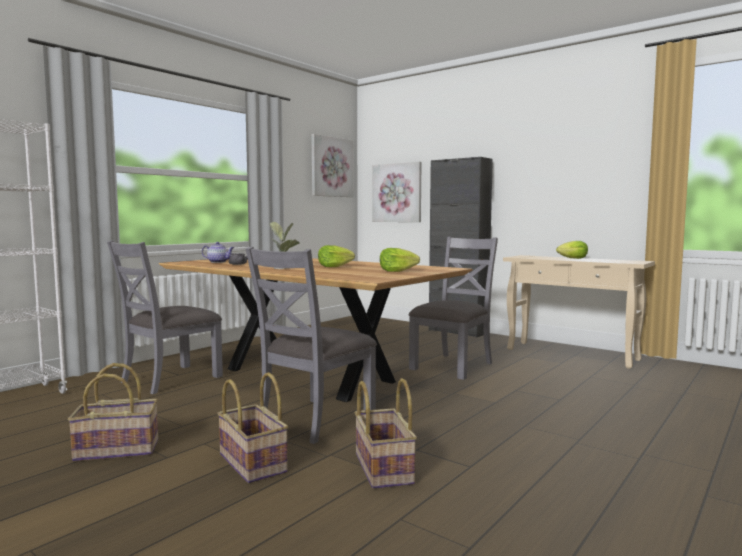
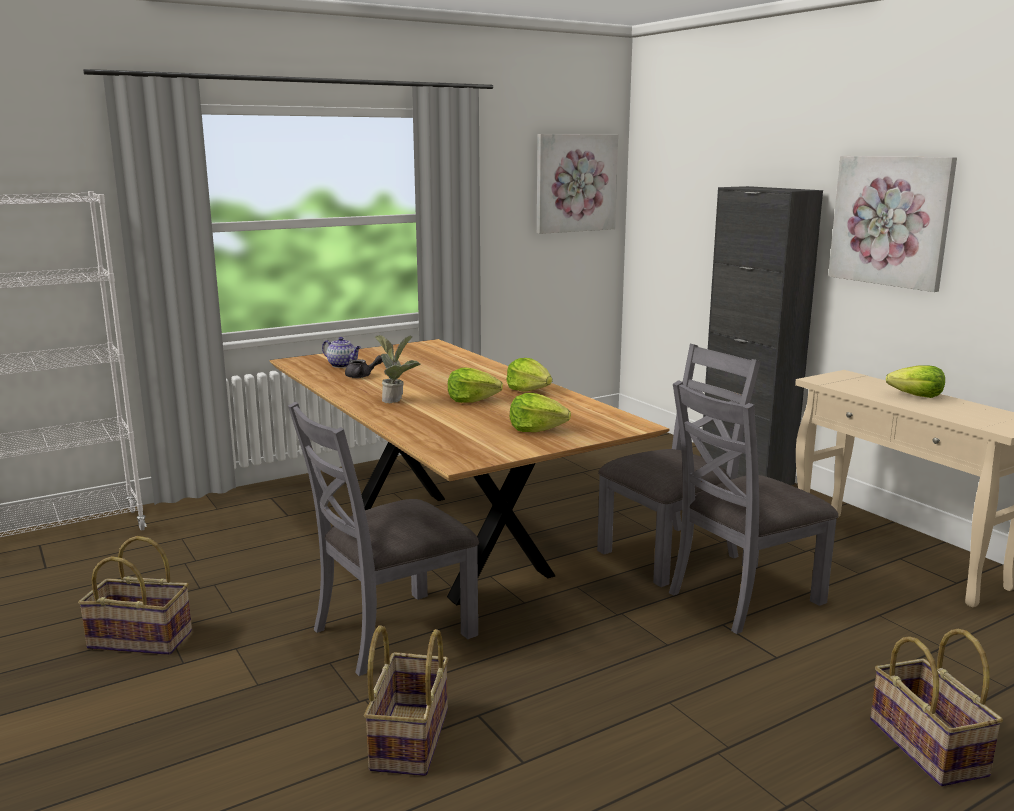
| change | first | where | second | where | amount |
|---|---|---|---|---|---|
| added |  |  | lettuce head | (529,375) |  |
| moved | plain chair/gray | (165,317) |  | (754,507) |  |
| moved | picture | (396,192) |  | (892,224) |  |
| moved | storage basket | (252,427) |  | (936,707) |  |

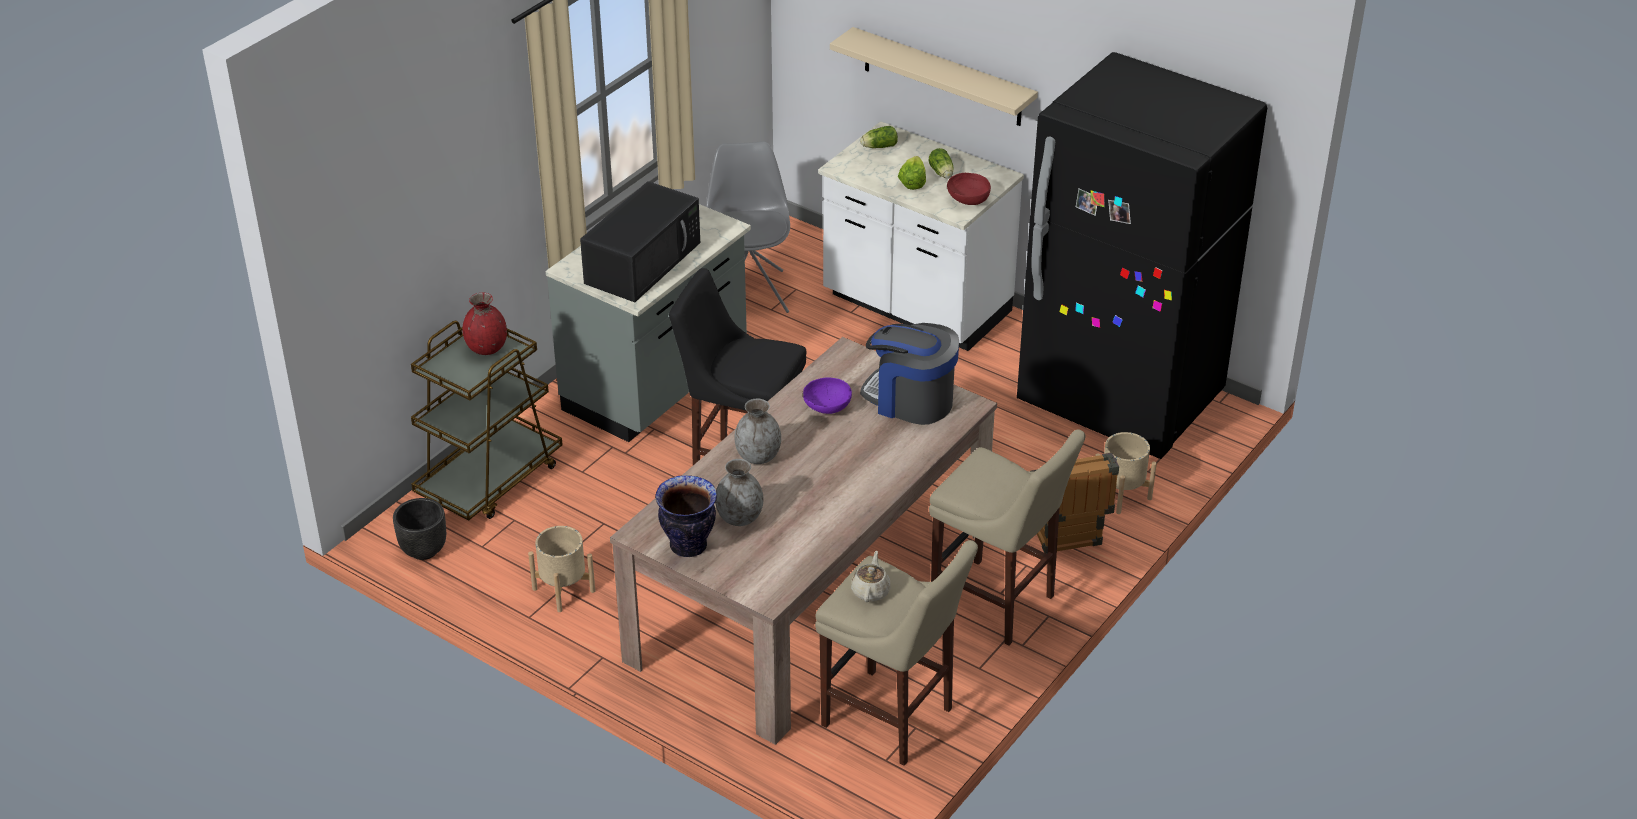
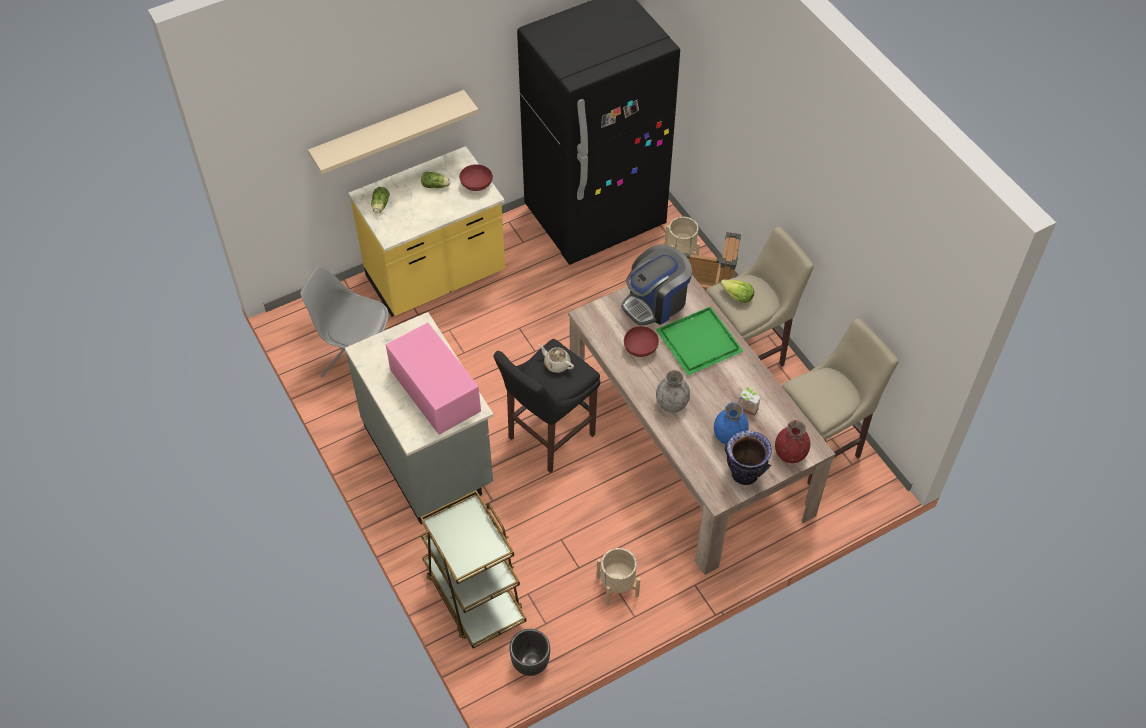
| change | first | where | second | where | amount |
|---|---|---|---|---|---|
| recoloured | kitchen counter/white | (921,236) | kitchen counter/yellowish | (426,231) |  |
| recoloured | microwave/black-coloured | (640,241) | microwave/pinkish | (433,379) |  |
| moved | teapot/beige | (871,576) |  | (556,358) |  |
| recoloured | serving bowl/purple | (827,396) | serving bowl/reddish | (641,341) |  |
| added |  |  | serving tray/greenish | (699,341) |  |
| recoloured | decorative vase/gray | (739,492) | decorative vase/blue | (731,423) |  |
| moved | lettuce head | (912,173) |  | (737,291) |  |
| added |  |  | potted plant | (750,401) |  |
| moved | decorative vase/reddish | (485,323) |  | (792,441) |  |

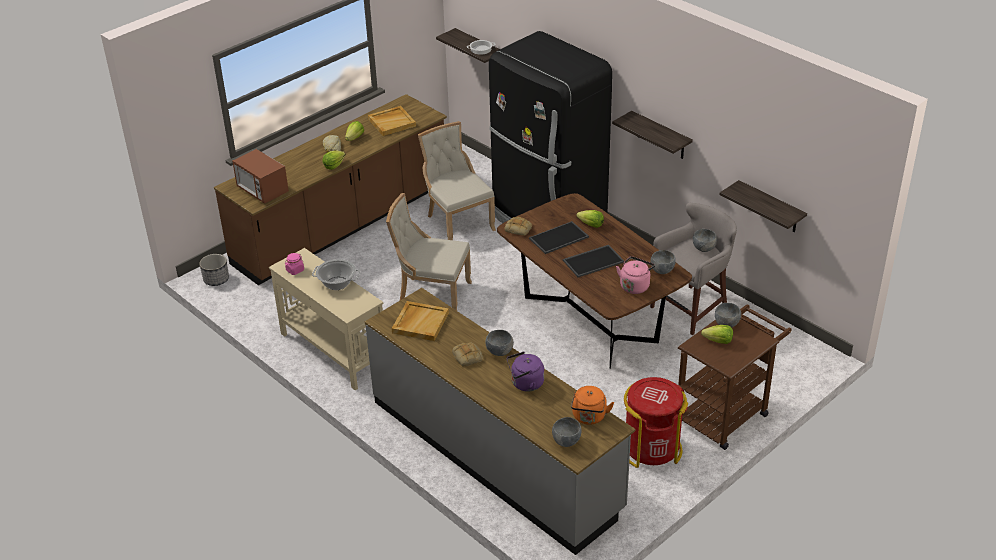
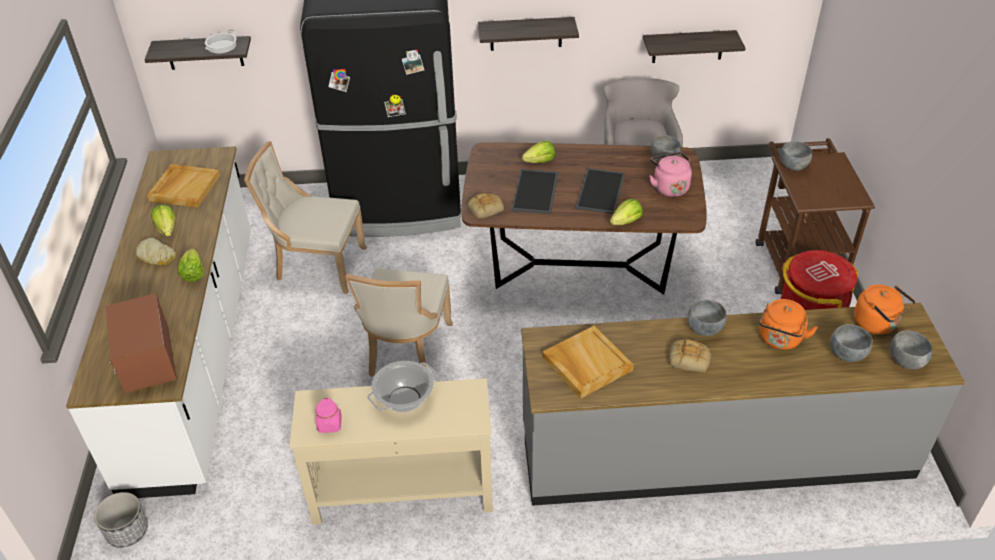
| change | first | where | second | where | amount |
|---|---|---|---|---|---|
| recoloured | kitchen counter/brown-coloured | (330,189) | kitchen counter/white | (158,322) |  |
| turned | microwave | (260,176) |  | (141,343) | 75 degrees clockwise |
| turned | plain chair/beige | (429,252) |  | (399,322) | 45 degrees counterclockwise |
| moved | lettuce head | (717,334) |  | (626,212) |  |
| recoloured | water kettle/purple | (525,372) | water kettle/orangey | (788,324) |  |
| moved | serving bowl/gray | (705,240) |  | (851,343) |  |

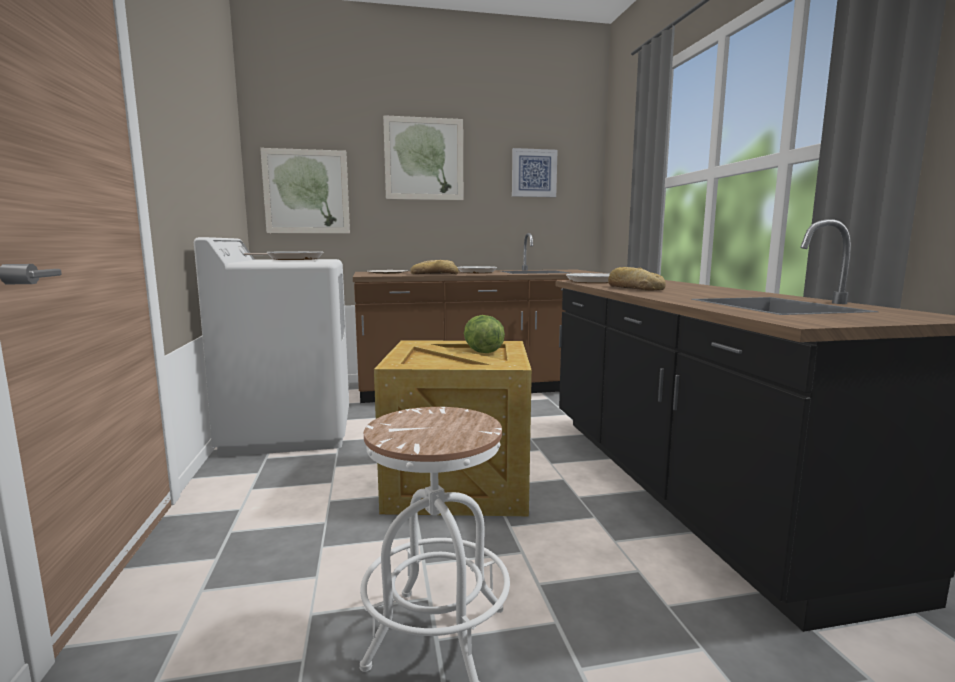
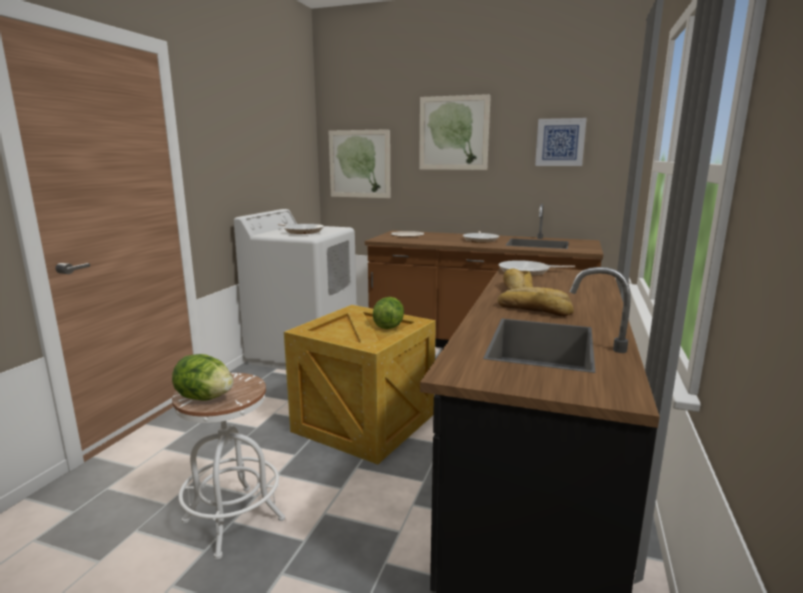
| change | first | where | second | where | amount |
|---|---|---|---|---|---|
| added |  |  | lettuce head | (202,377) |  |
| moved | bakery bread | (434,267) |  | (536,302) |  |

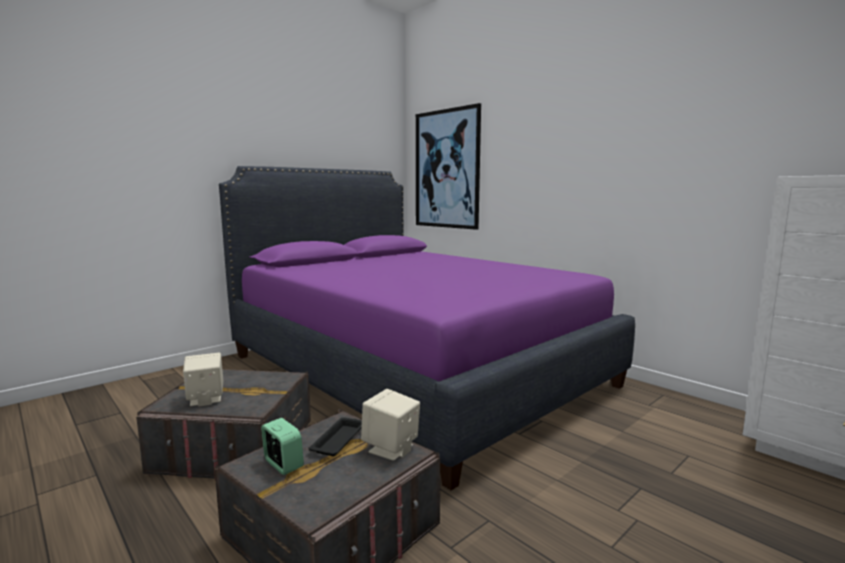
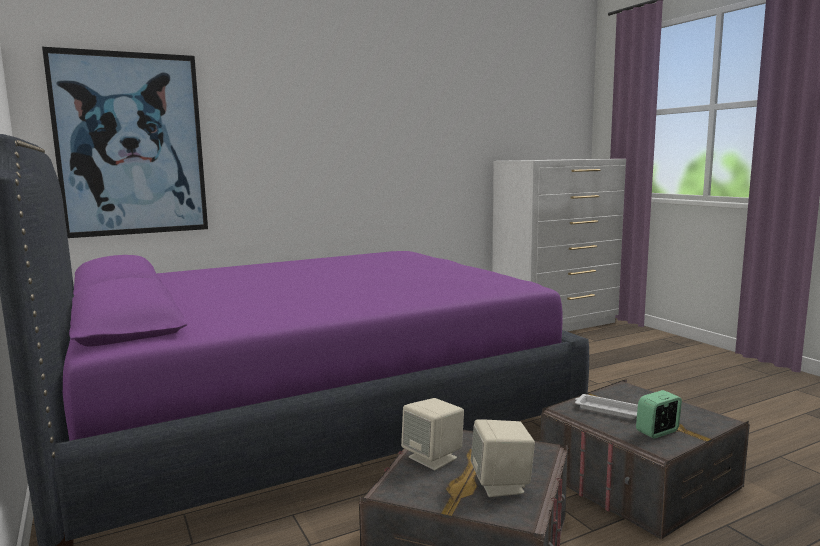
| change | first | where | second | where | amount |
|---|---|---|---|---|---|
| moved | speaker/beige | (390,425) |  | (432,434) |  |
| recoloured | serving tray/black-coloured | (335,436) | serving tray/white | (606,406) |  |

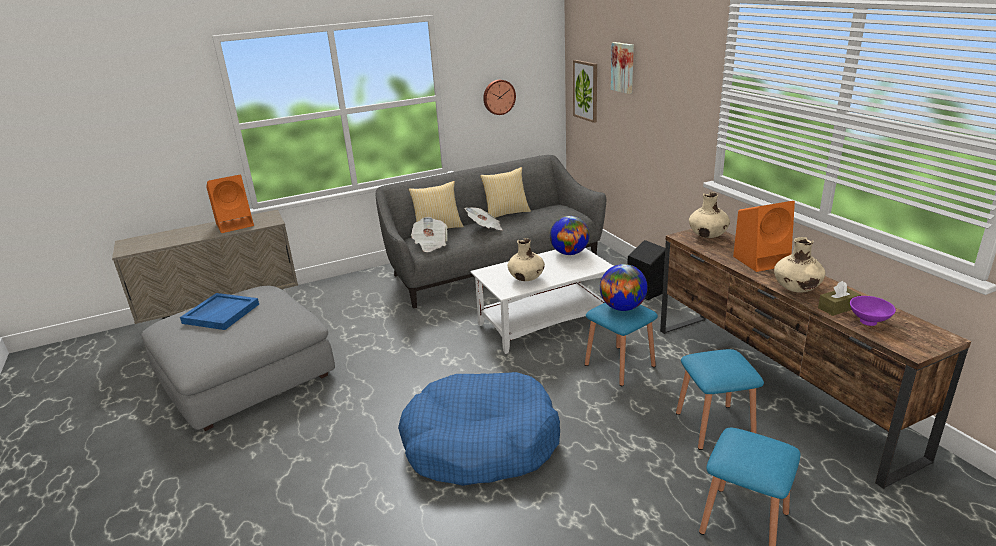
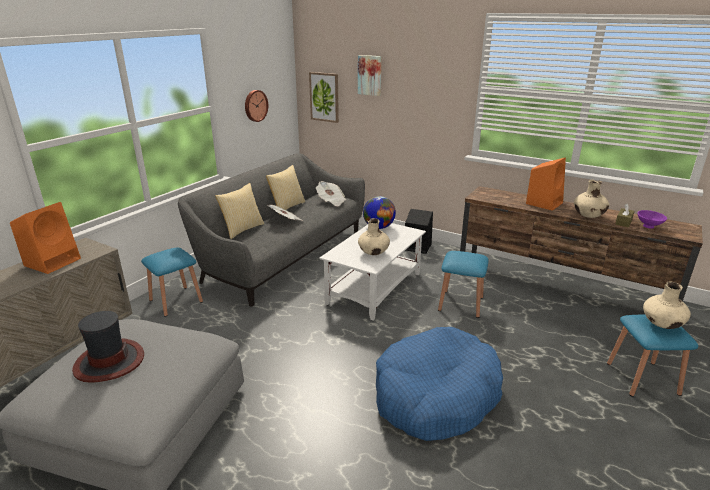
| change | first | where | second | where | amount |
|---|---|---|---|---|---|
| replaced | serving tray/blue | (219,311) | wearable hat | (108,347) |  |
| moved | stool/blue | (720,399) |  | (172,282) |  |
| moved | newspaper | (429,234) |  | (331,193) |  |
| moved | decorative vase/beige | (709,215) |  | (667,305) |  |
| removed | world globe | (624,287) |  |  |  |

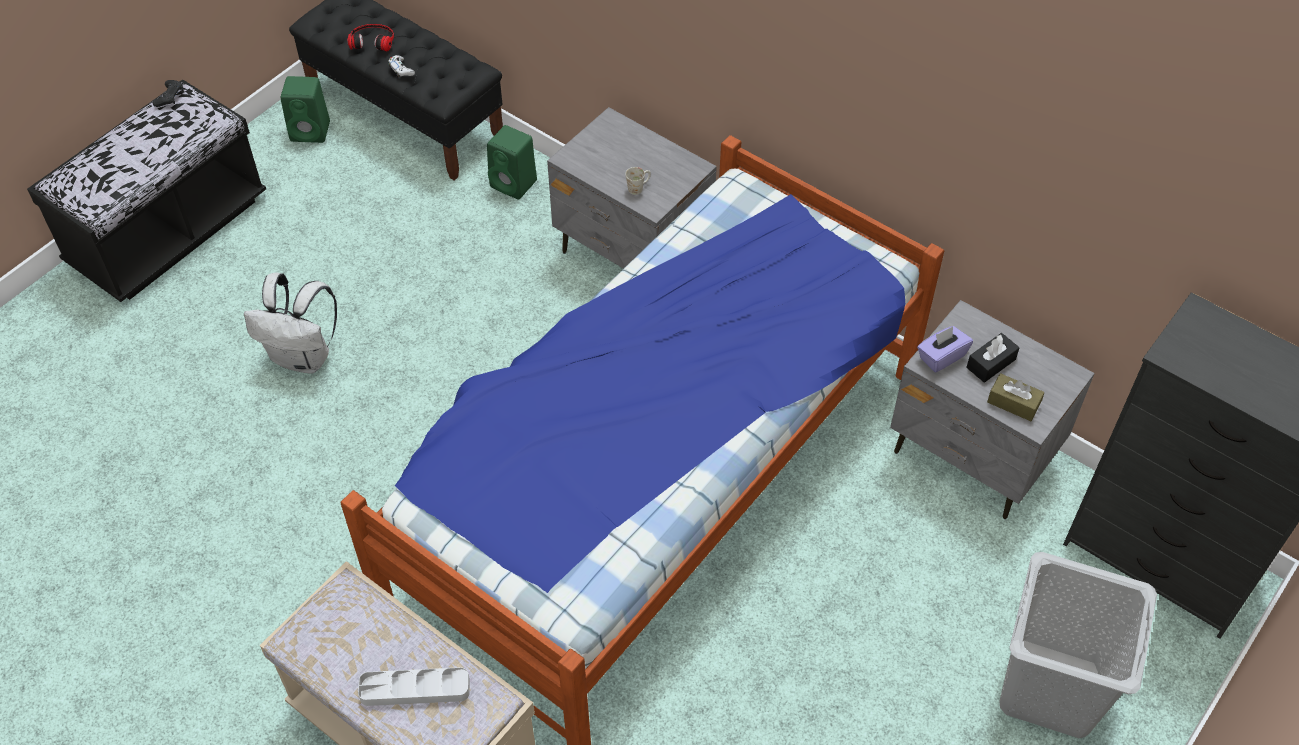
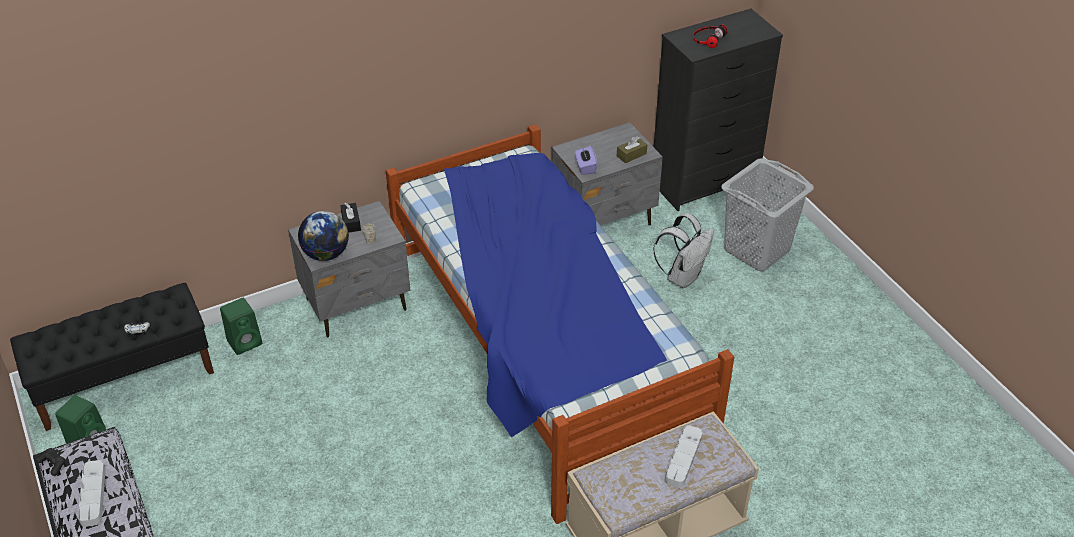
| change | first | where | second | where | amount |
|---|---|---|---|---|---|
| added |  |  | serving tray/gray | (92,493) |  |
| added |  |  | world globe | (323,236) |  |
| moved | tissue holder/black-coloured | (993,358) |  | (350,218) |  |
| moved | rucksack/white | (290,323) |  | (683,250) |  |
| moved | headphones | (370,38) |  | (710,36) |  |

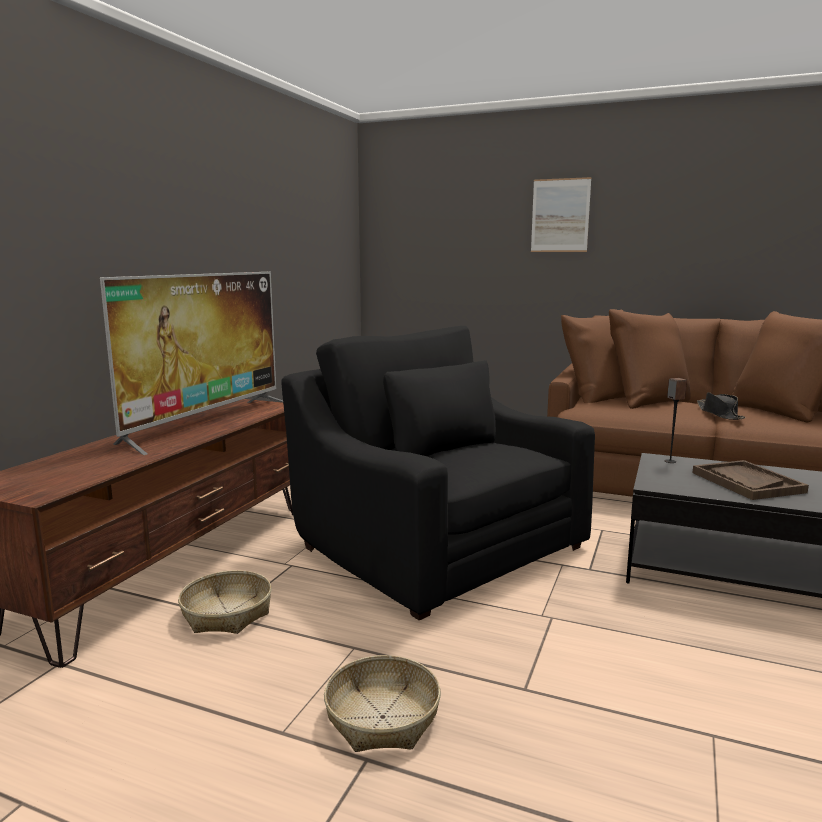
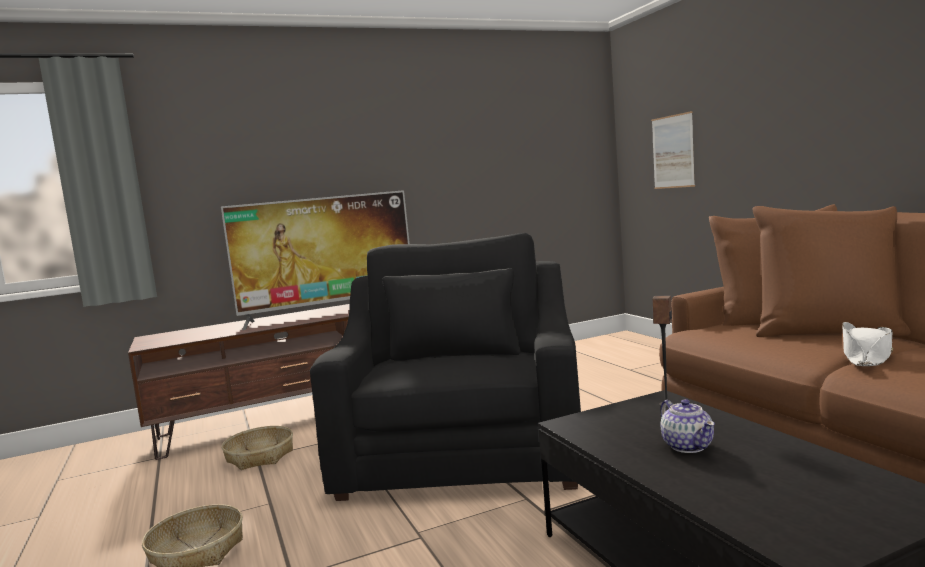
| change | first | where | second | where | amount |
|---|---|---|---|---|---|
| moved | picture | (561,214) |  | (673,150) |  |
| replaced | serving tray/brown-coloured | (750,480) | teapot | (687,426) |  |
| recoloured | wearable hat/black-coloured | (721,406) | wearable hat/white | (867,344) |  |

